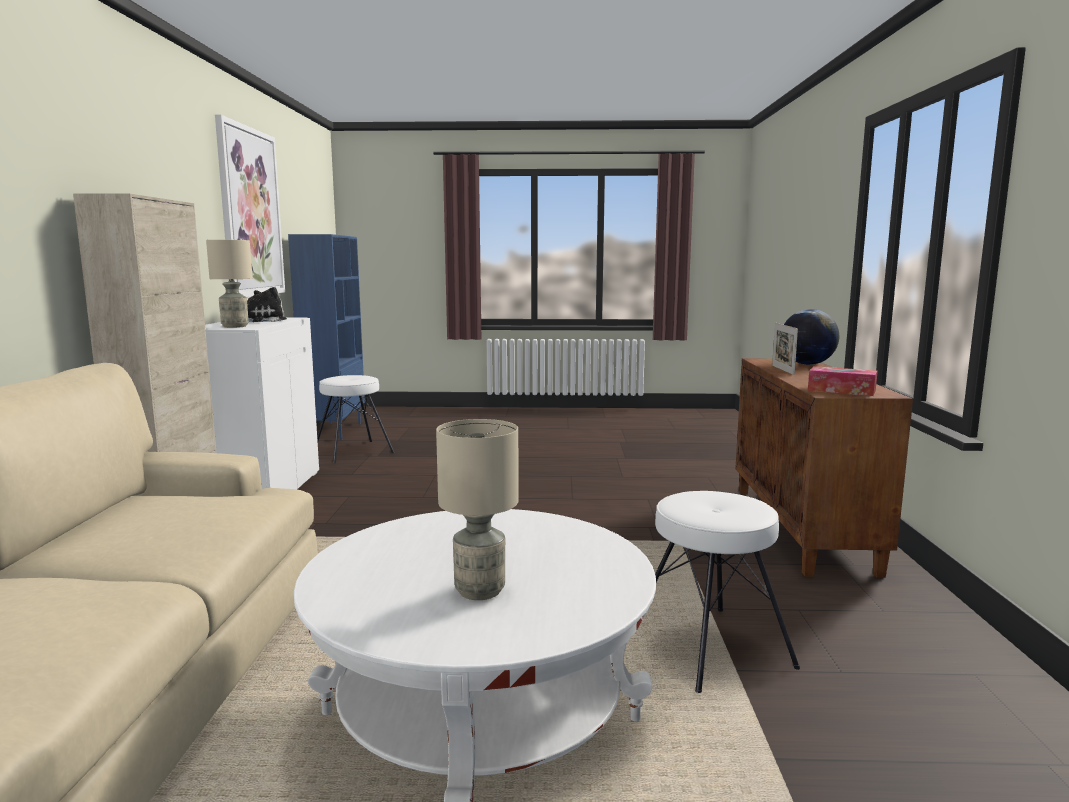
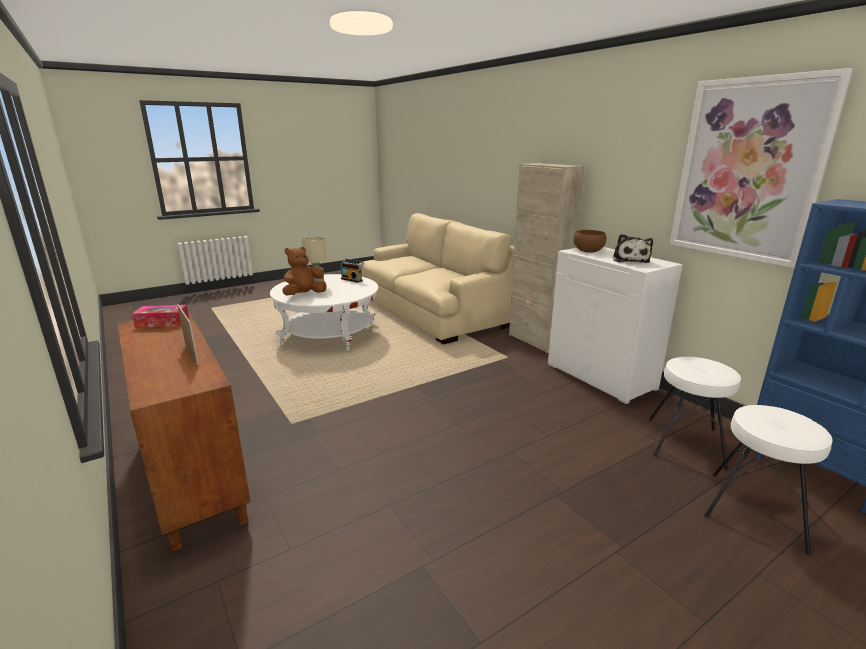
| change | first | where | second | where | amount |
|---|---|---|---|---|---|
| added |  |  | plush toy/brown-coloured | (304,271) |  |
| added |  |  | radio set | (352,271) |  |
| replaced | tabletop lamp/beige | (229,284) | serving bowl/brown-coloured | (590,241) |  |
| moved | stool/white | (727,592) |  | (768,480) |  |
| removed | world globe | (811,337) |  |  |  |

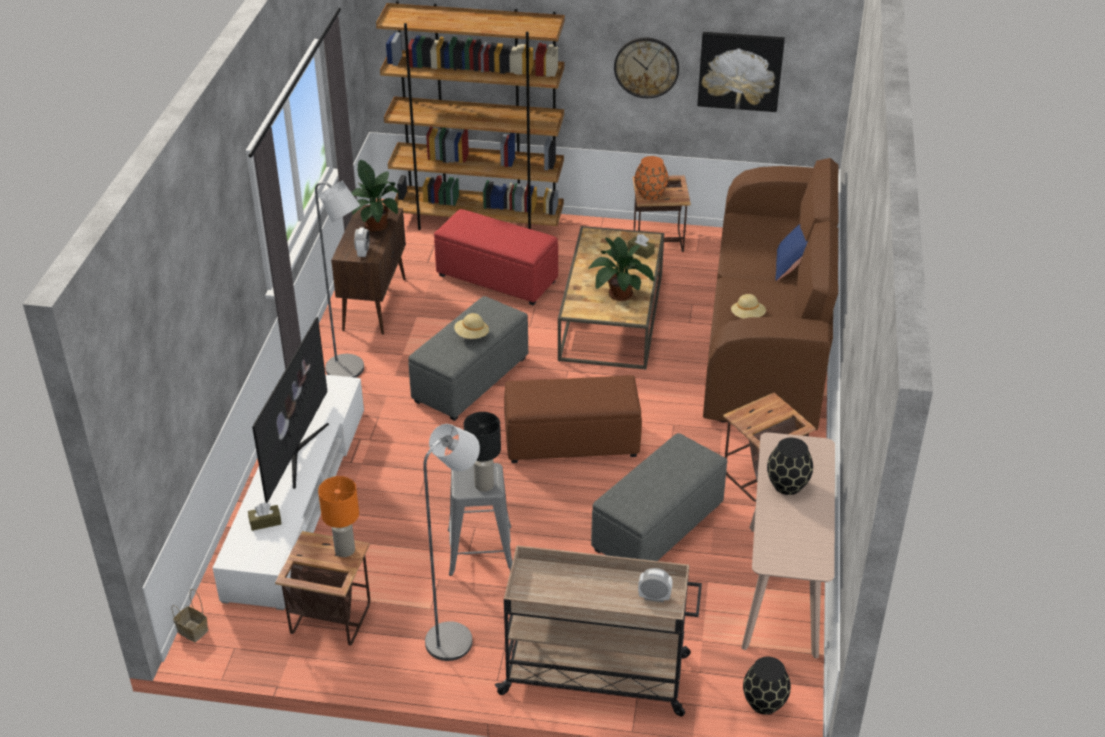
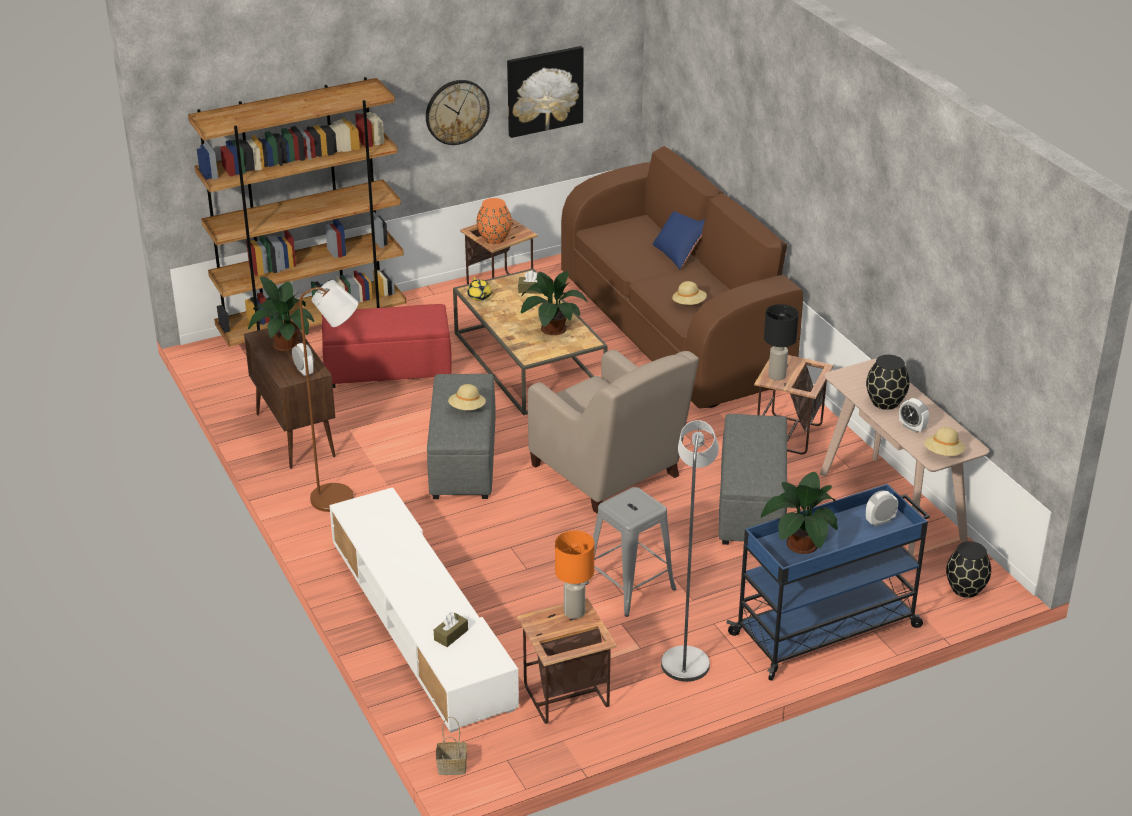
| change | first | where | second | where | amount |
|---|---|---|---|---|---|
| recoloured | standing lamp/gray | (339,279) | standing lamp/brown-coloured | (329,396) |  |
| added |  |  | teapot/yellowish | (479,289) |  |
| replaced | ottoman/brown-coloured | (573,419) | armchair/beige | (613,432) |  |
| recoloured | trolley/beige | (598,630) | trolley/blue | (828,582) |  |
| added |  |  | potted plant | (799,513) |  |
| moved | tabletop lamp/black-coloured | (482,452) |  | (781,342) |  |
| added |  |  | alarm clock | (914,415) |  |
| added |  |  | wearable hat/beige | (944,441) |  |
| removed | TV set | (290,410) |  |  |  |

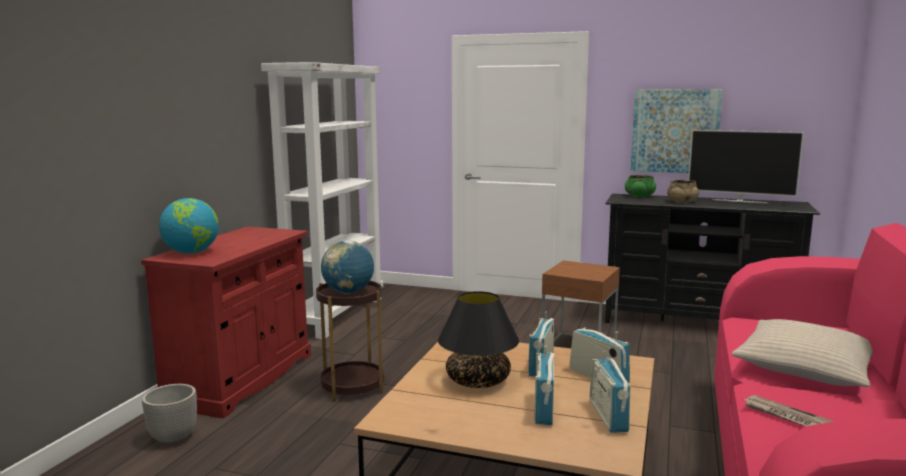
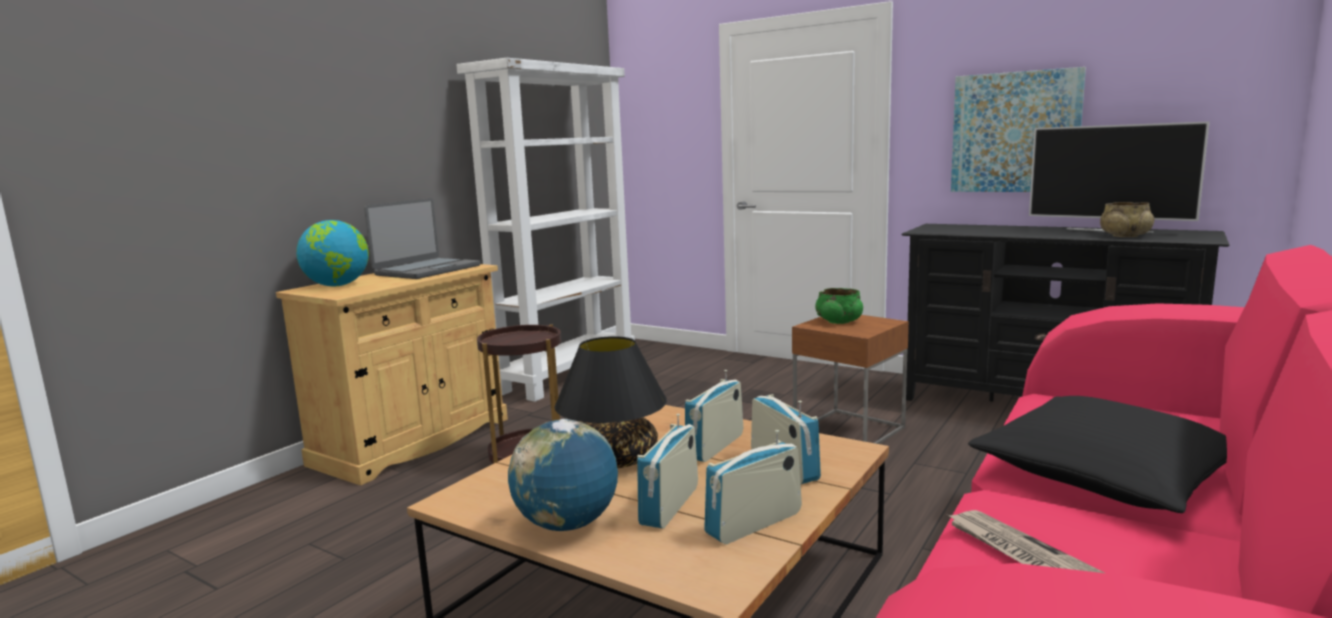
| change | first | where | second | where | amount |
|---|---|---|---|---|---|
| recoloured | storage cabinet/reddish | (226,322) | storage cabinet/beige | (392,374) |  |
| added |  |  | notebook computer | (422,238) |  |
| moved | world globe | (347,267) |  | (563,475) |  |
| turned | radio set | (610,392) |  | (753,487) | 45 degrees clockwise |
| moved | serving bowl/greenish | (640,186) |  | (839,306) |  |
| recoloured | throw pillow/beige | (802,353) | throw pillow/black-coloured | (1097,454) |  |
| moved | serving bowl/beige | (683,191) |  | (1127,219) |  |
| removed | planter | (169,414) |  |  |  |

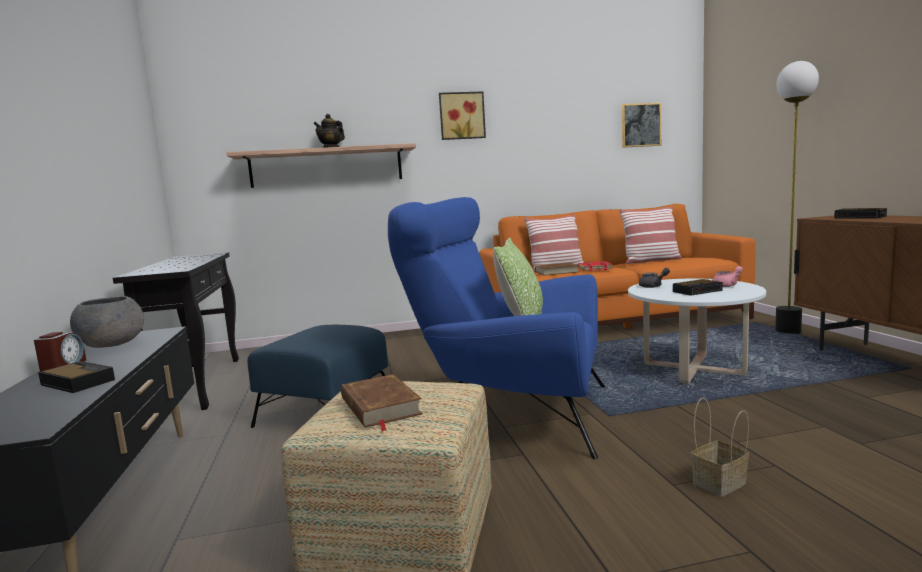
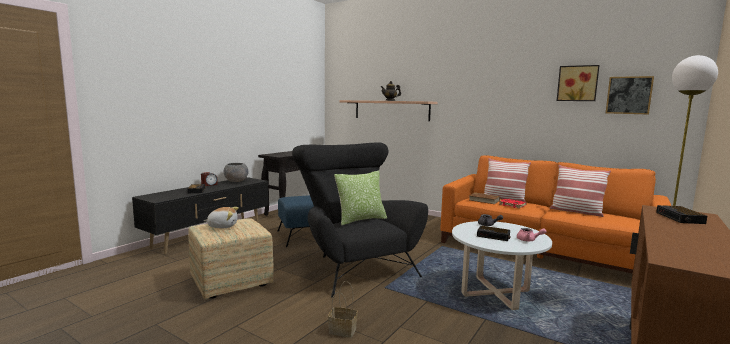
| change | first | where | second | where | amount |
|---|---|---|---|---|---|
| replaced | book/brown-coloured | (382,402) | plush toy | (221,217) |  |
| recoloured | armchair/blue | (496,328) | armchair/black-coloured | (360,220) |  |
| moved | picture | (462,115) |  | (578,83) |  |

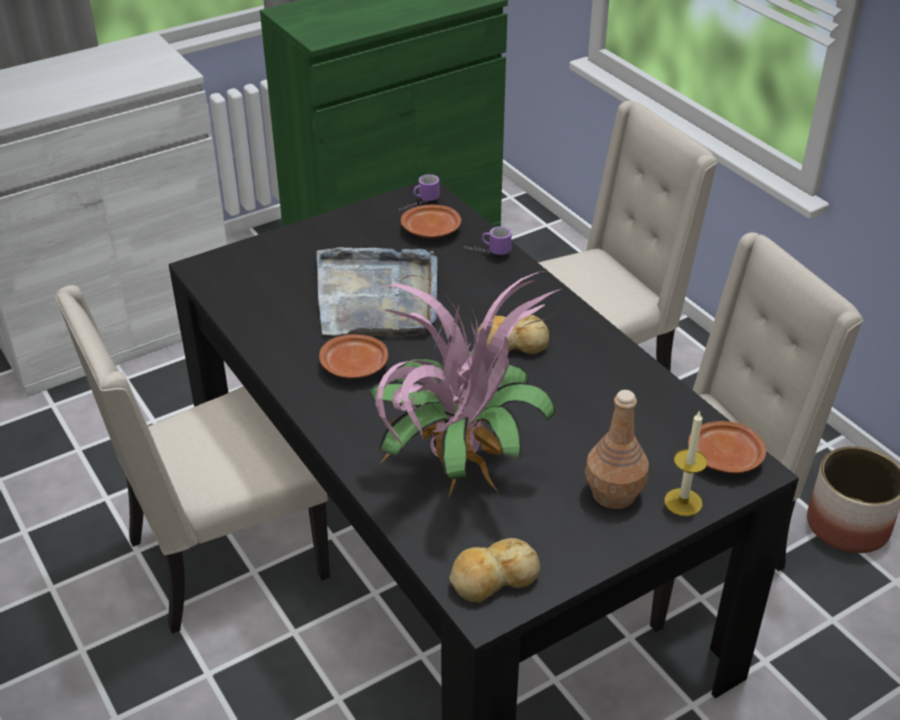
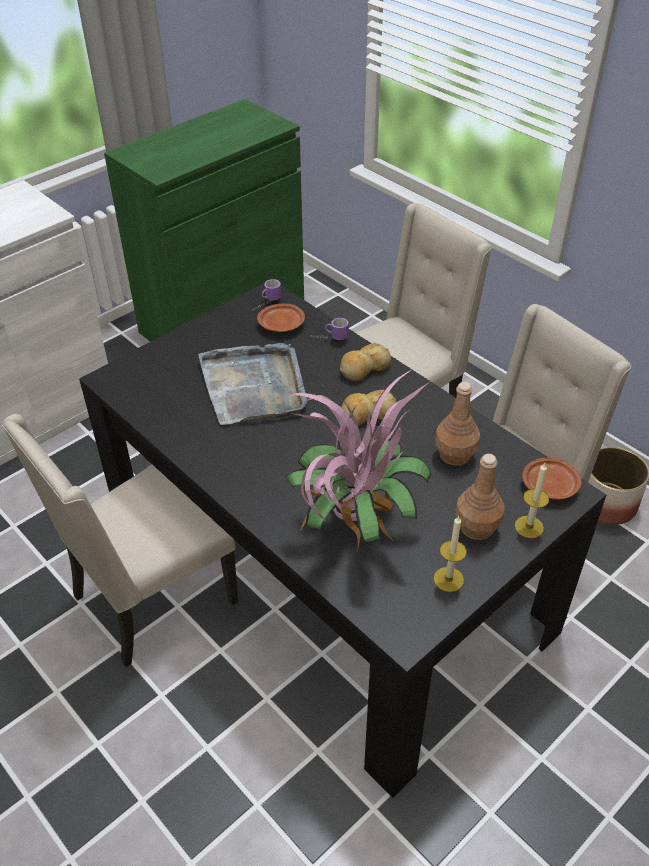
| change | first | where | second | where | amount |
|---|---|---|---|---|---|
| moved | bakery bread | (494,570) |  | (365,362) |  |
| added |  |  | wax candle | (450,554) |  |
| added |  |  | beverage bottle/brown-coloured | (457,424) |  |
| removed | flat dish/brown-coloured | (353,356) |  |  |  |

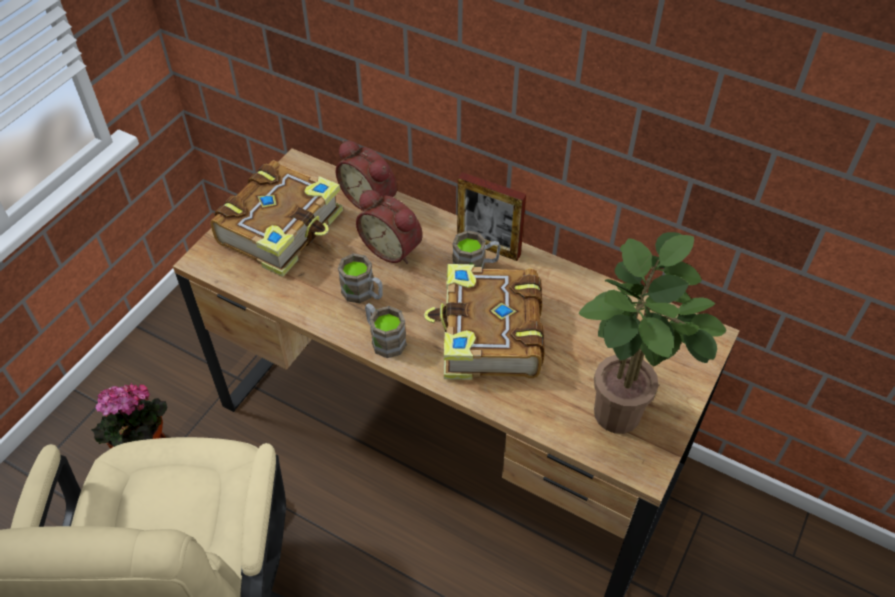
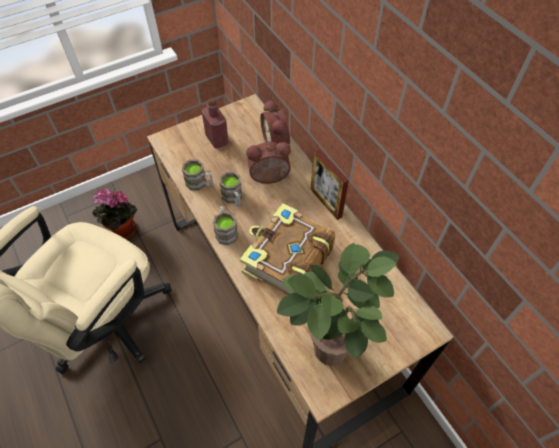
| change | first | where | second | where | amount |
|---|---|---|---|---|---|
| moved | coffee mug/brown-coloured | (476,249) |  | (197,175) |  |
| replaced | book | (276,218) | beverage bottle/reddish | (215,123) |  |
| turned | alarm clock | (389,227) |  | (268,163) | 105 degrees clockwise |

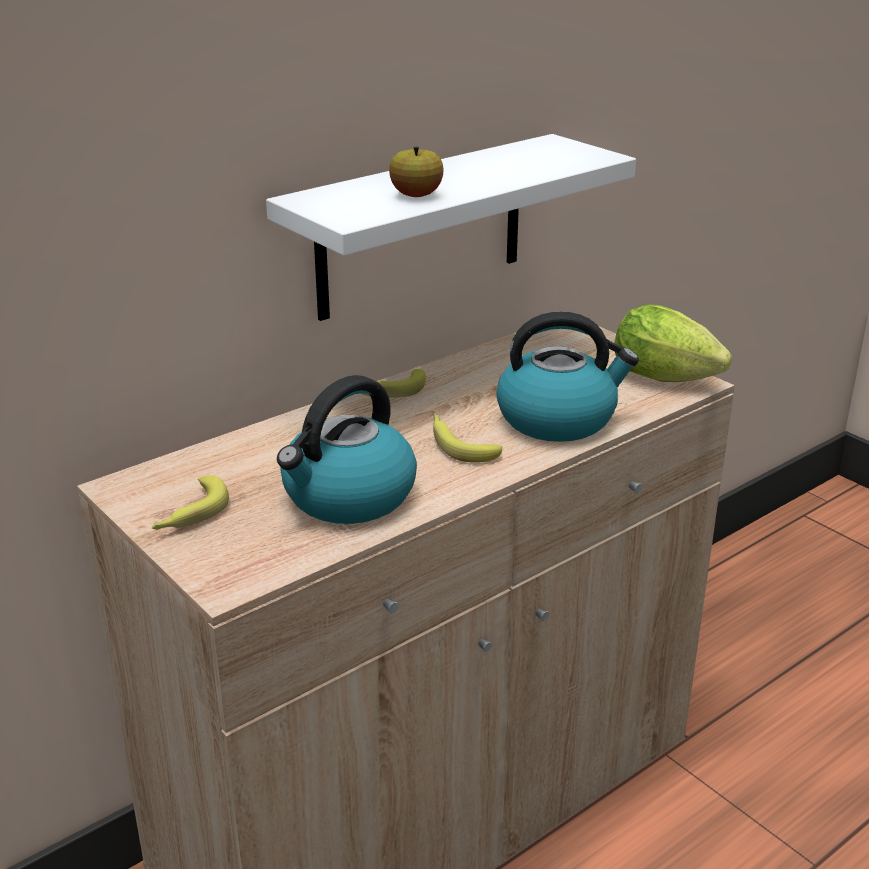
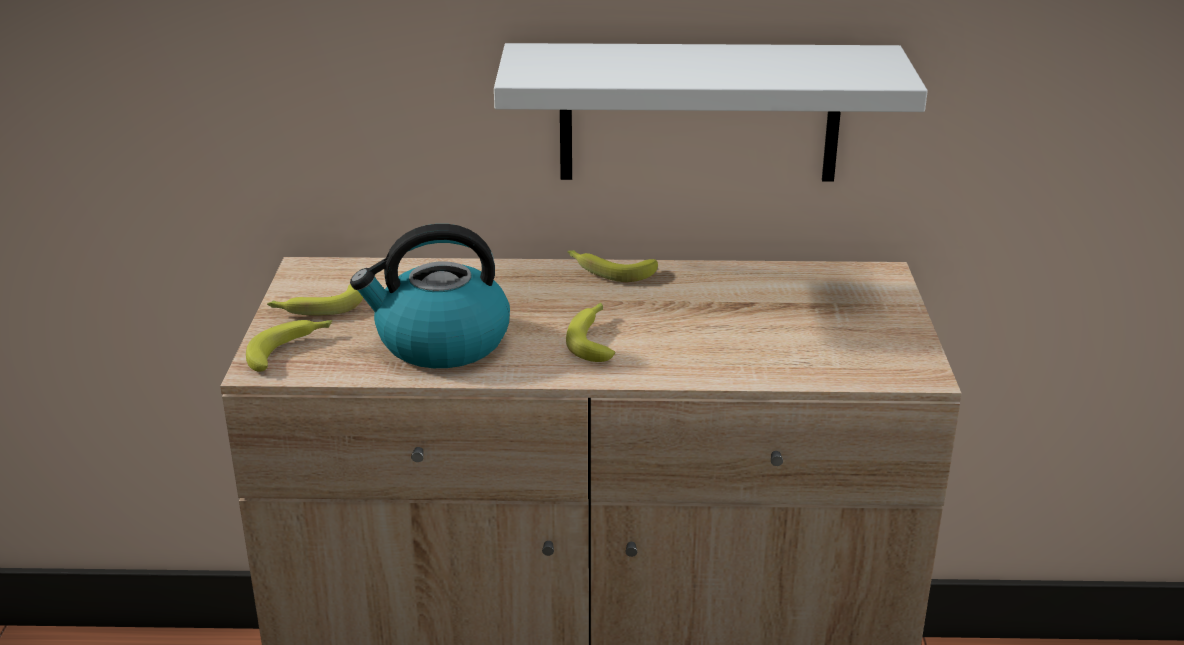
| change | first | where | second | where | amount |
|---|---|---|---|---|---|
| added |  |  | banana fruit | (289,345) |  |
| removed | apple | (416,172) |  |  |  |
| removed | water kettle | (567,377) |  |  |  |
| removed | lettuce head | (673,343) |  |  |  |

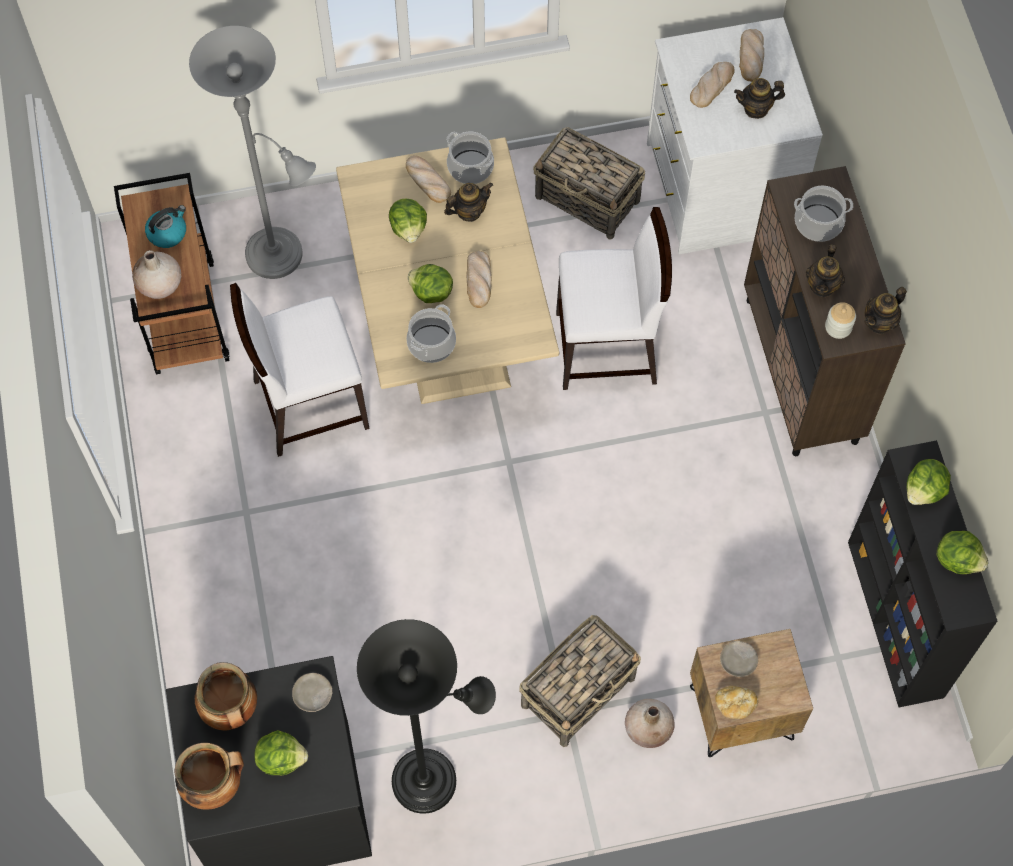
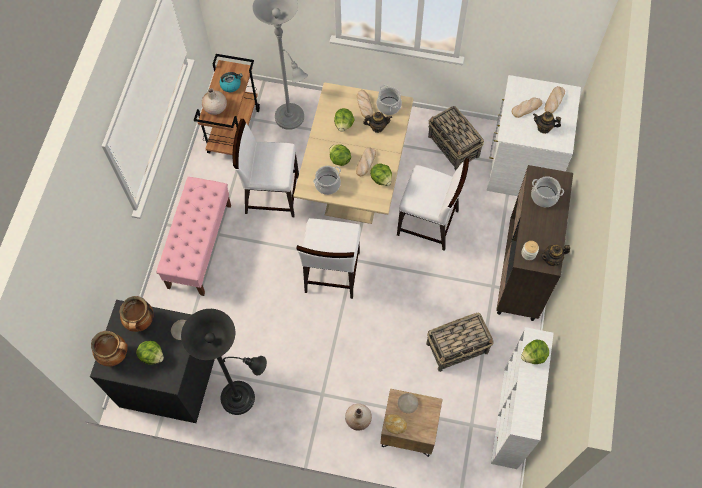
| change | first | where | second | where | amount |
|---|---|---|---|---|---|
| added |  |  | bench/pinkish | (193,236) |  |
| added |  |  | plain chair/white | (328,258) |  |
| moved | lettuce head | (963,552) |  | (381,174) |  |
| moved | storage basket | (580,681) |  | (460,342) |  |
| recoloured | shelving unit/black-coloured | (922,573) | shelving unit/white | (522,398) |  |
| removed | teapot | (825,270) |  |  |  |

